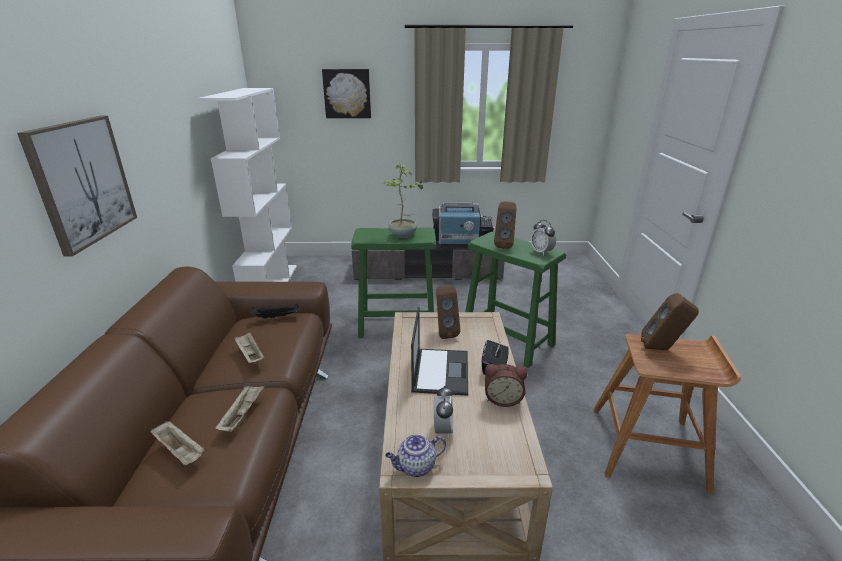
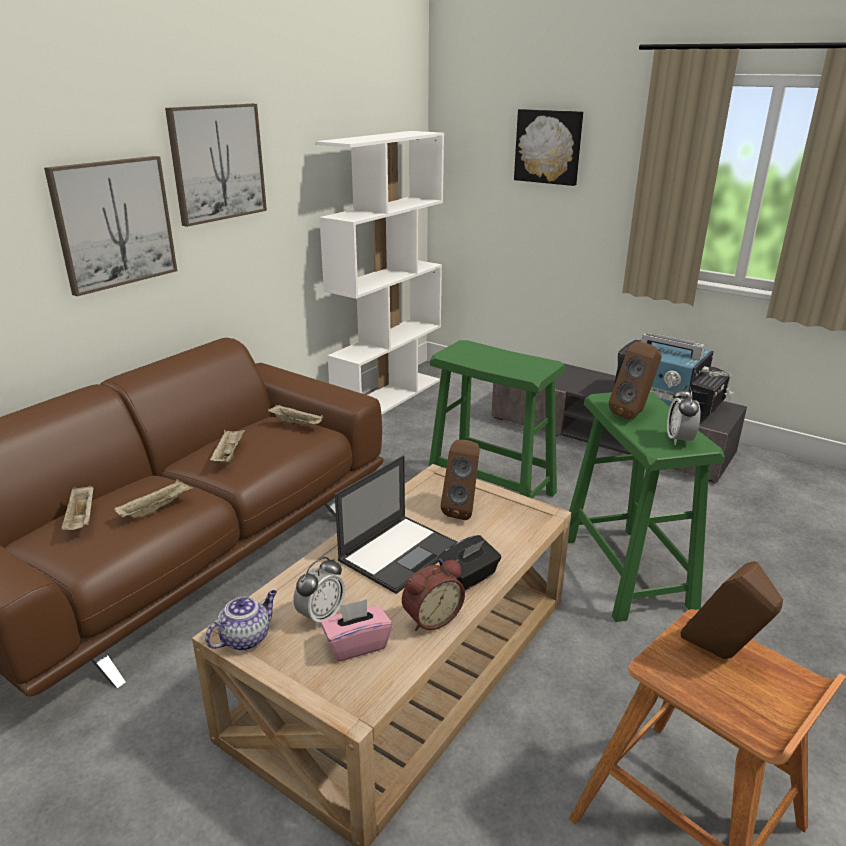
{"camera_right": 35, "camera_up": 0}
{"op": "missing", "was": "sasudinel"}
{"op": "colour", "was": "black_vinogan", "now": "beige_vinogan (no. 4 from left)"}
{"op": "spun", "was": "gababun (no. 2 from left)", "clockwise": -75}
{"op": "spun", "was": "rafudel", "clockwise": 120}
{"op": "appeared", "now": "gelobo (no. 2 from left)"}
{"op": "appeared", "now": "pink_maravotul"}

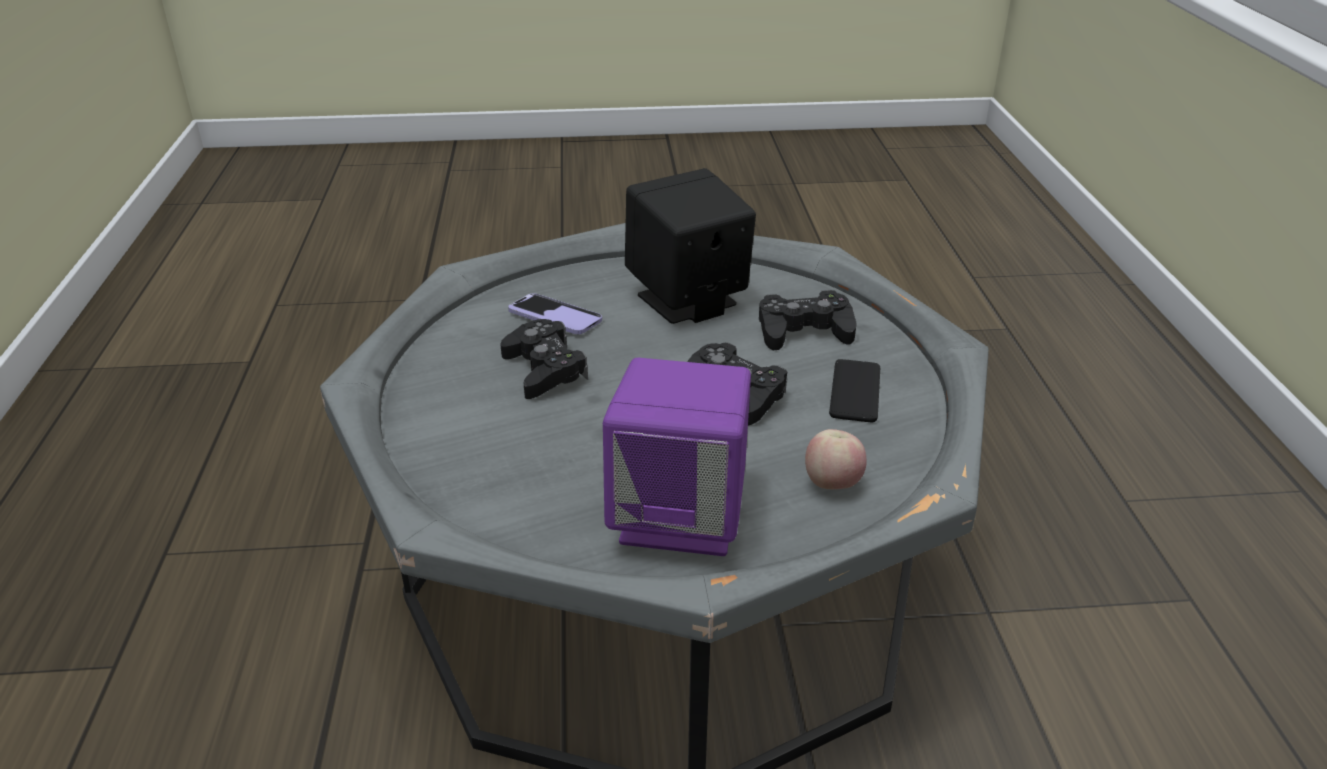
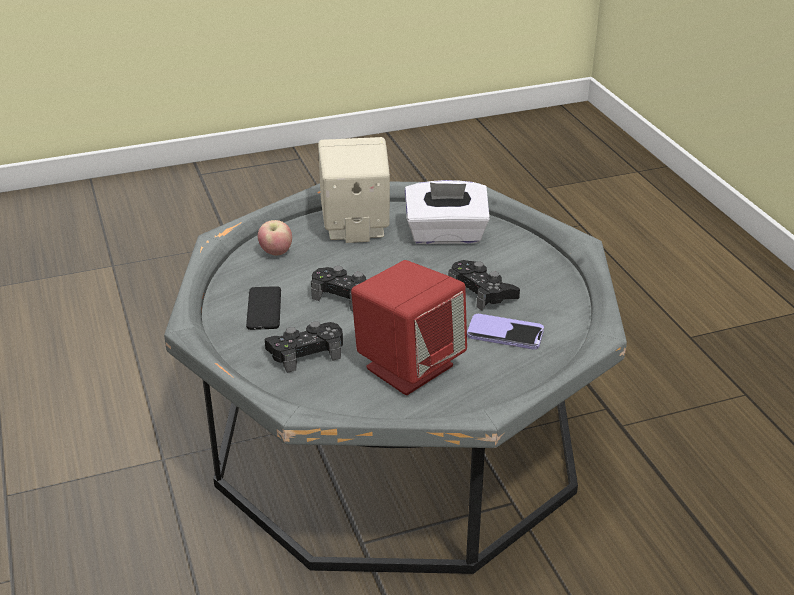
{"camera_right": 165, "camera_up": 0}
{"op": "colour", "was": "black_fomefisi", "now": "red_fomefisi"}
{"op": "colour", "was": "purple_fomefisi", "now": "beige_fomefisi"}
{"op": "appeared", "now": "white_maravotul"}

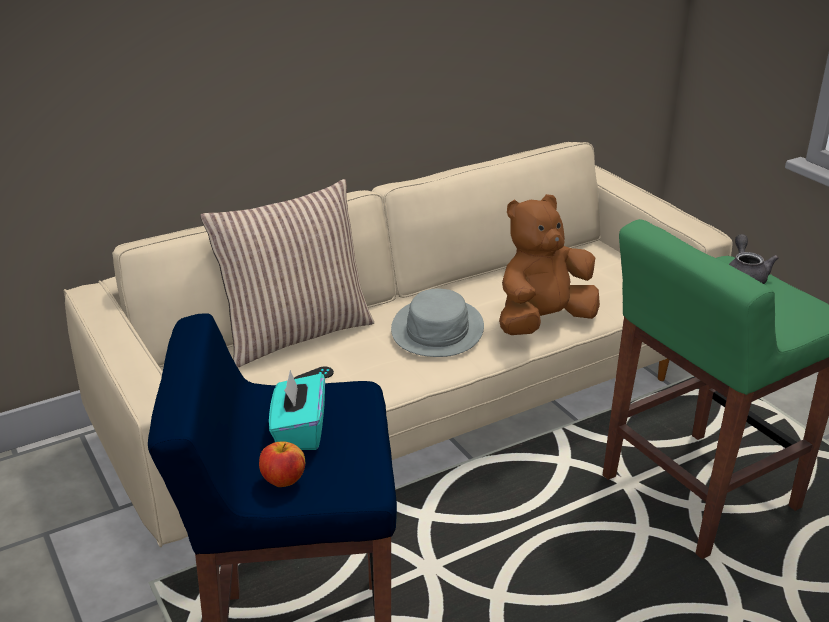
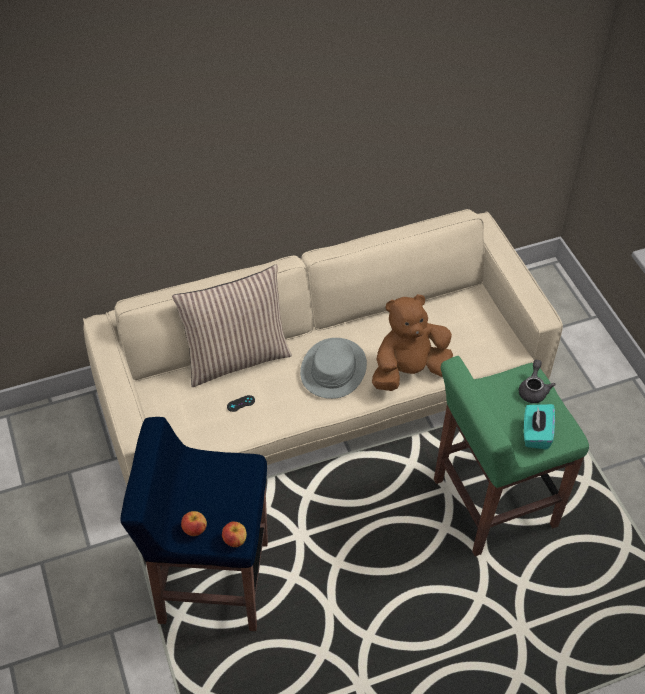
{"camera_right": 10, "camera_up": 20}
{"op": "relocated", "was": "turquoise_maravotul"}
{"op": "appeared", "now": "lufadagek (no. 2 from left)"}

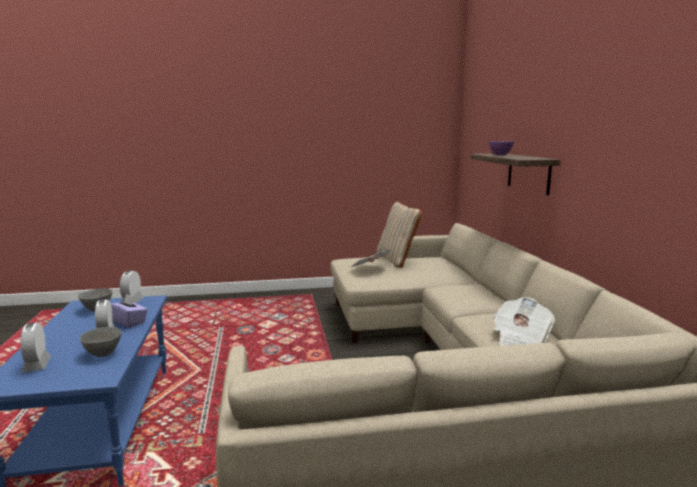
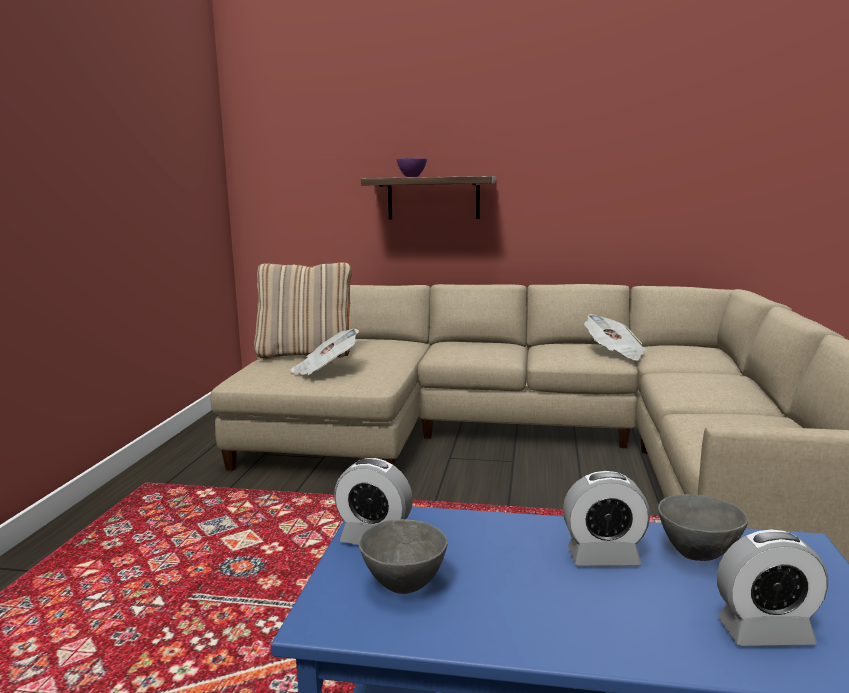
{"camera_right": -70, "camera_up": 0}
{"op": "missing", "was": "purple_maravotul"}

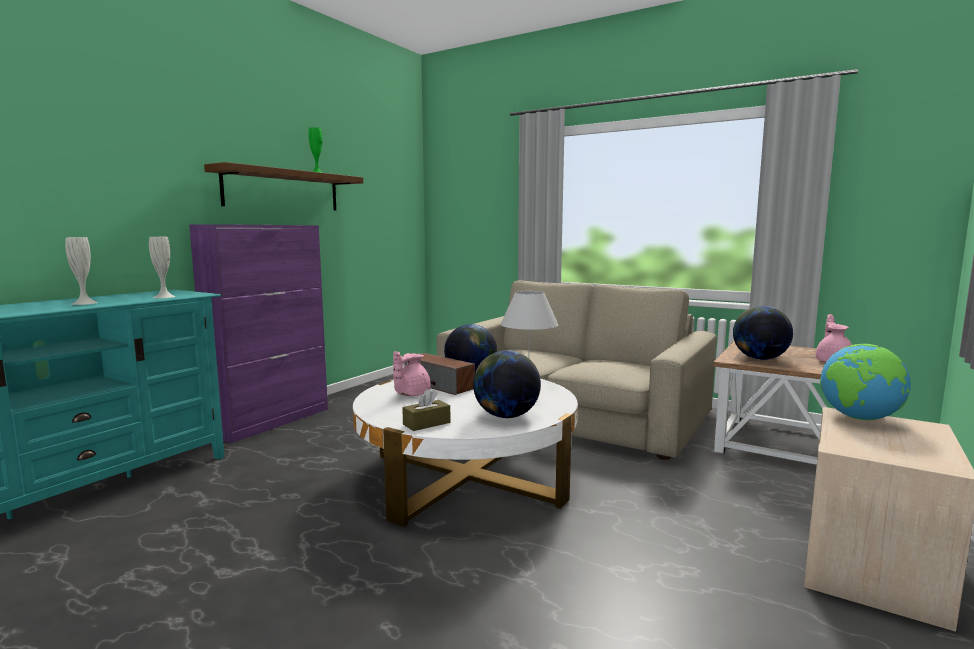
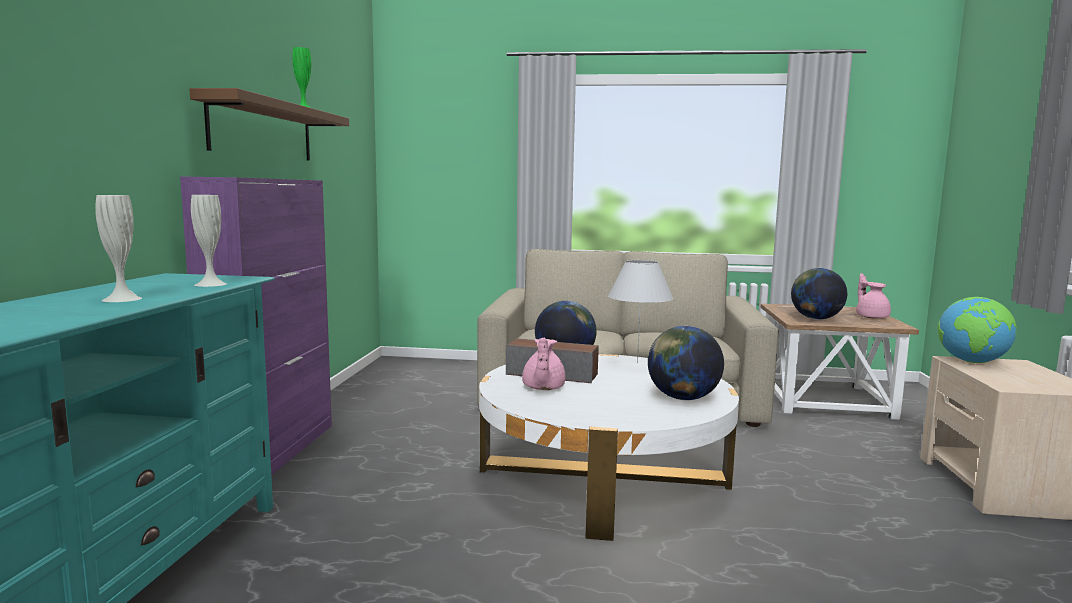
{"camera_right": -25, "camera_up": 0}
{"op": "missing", "was": "brown_maravotul"}

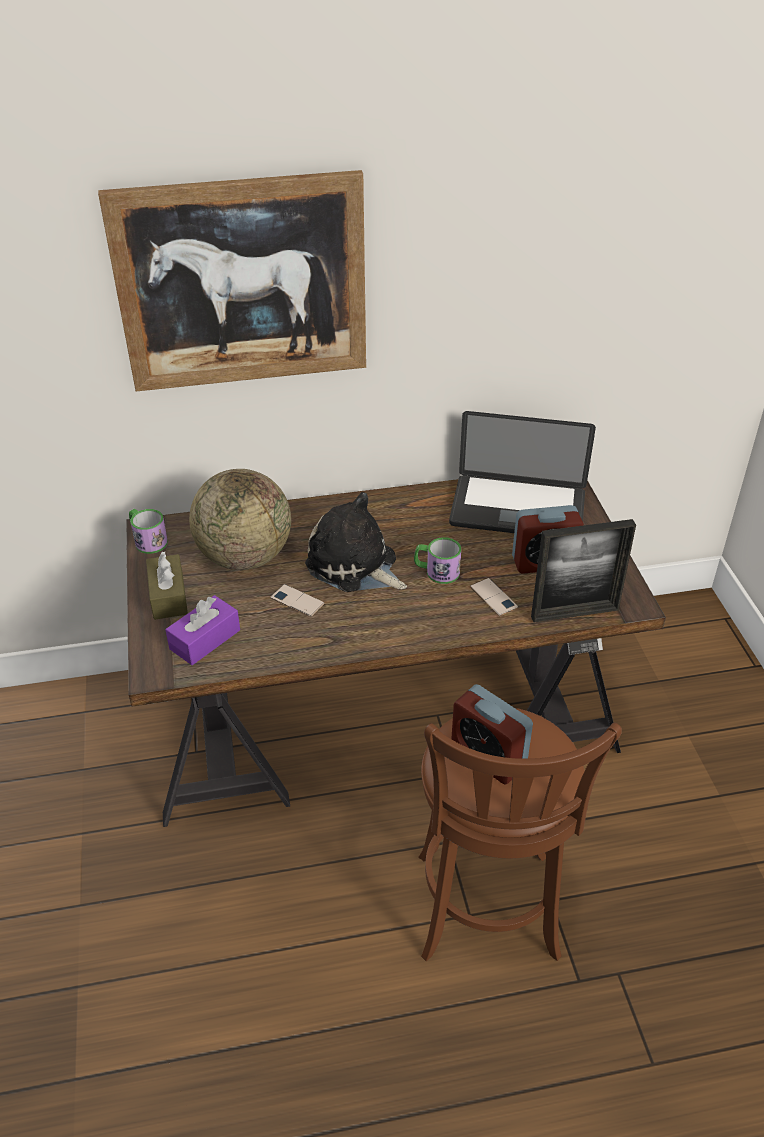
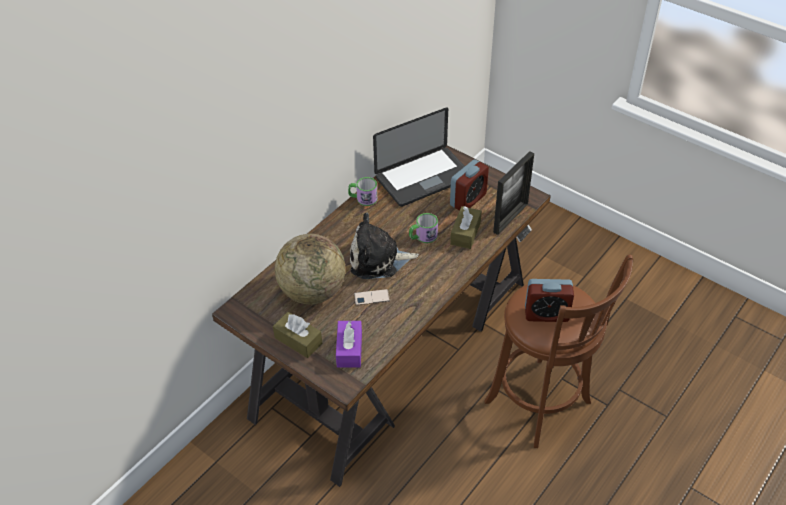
{"camera_right": -40, "camera_up": 5}
{"op": "missing", "was": "gelobo"}
{"op": "relocated", "was": "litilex (no. 1 from left)"}
{"op": "exchanged", "was": "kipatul (no. 2 from left)", "now": "brown_maravotul (no. 2 from left)"}

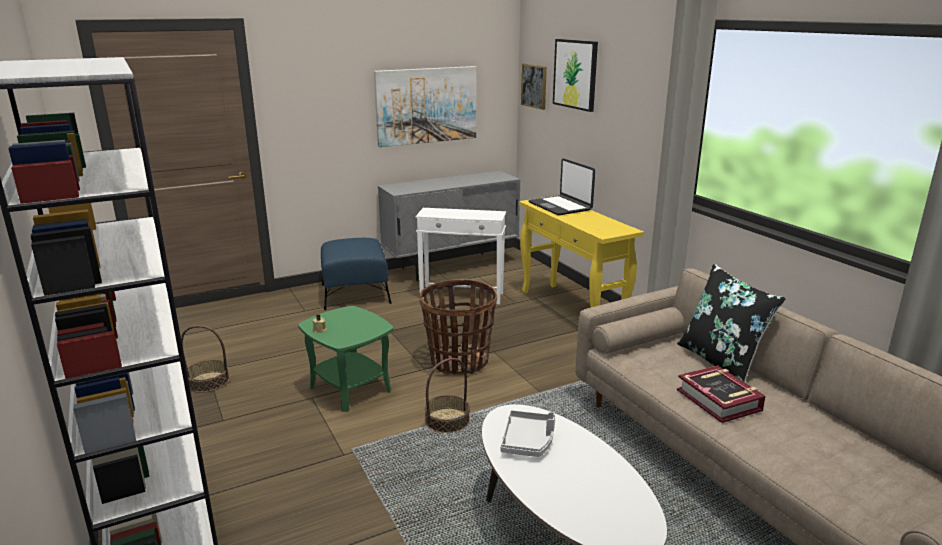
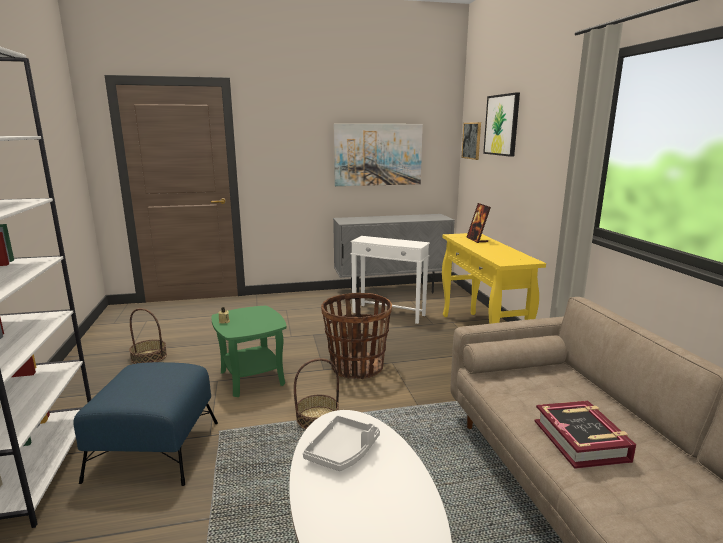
{"camera_right": 15, "camera_up": -5}
{"op": "exchanged", "was": "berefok", "now": "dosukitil"}
{"op": "relocated", "was": "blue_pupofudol"}
{"op": "missing", "was": "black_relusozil"}

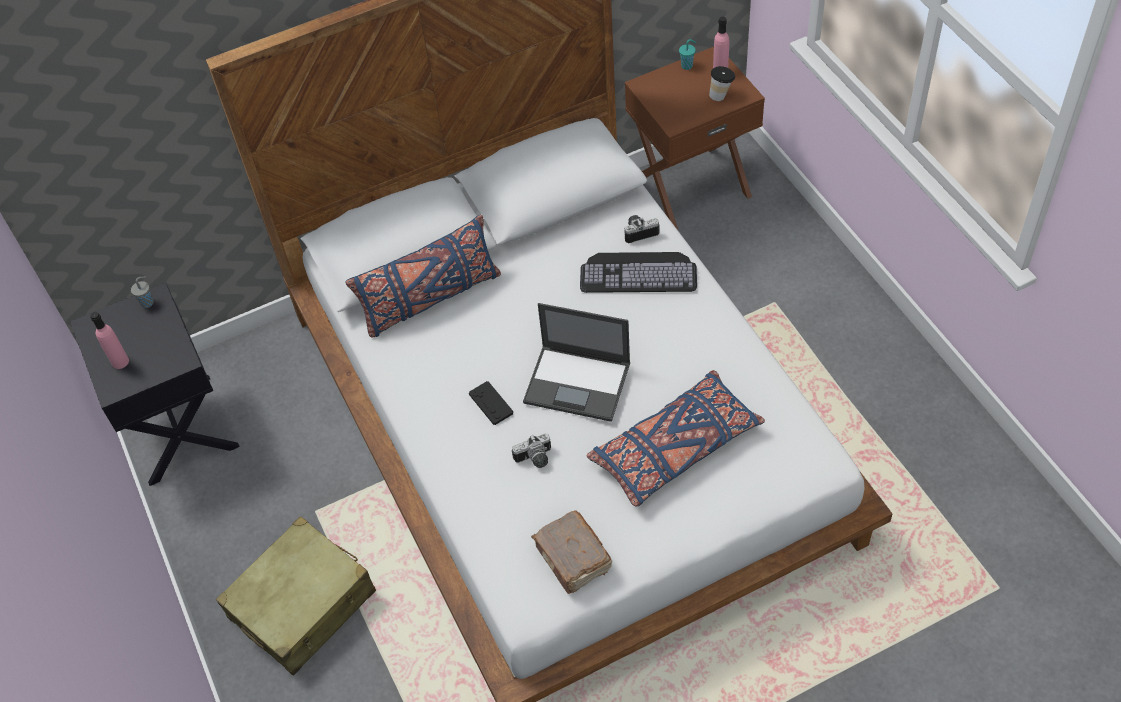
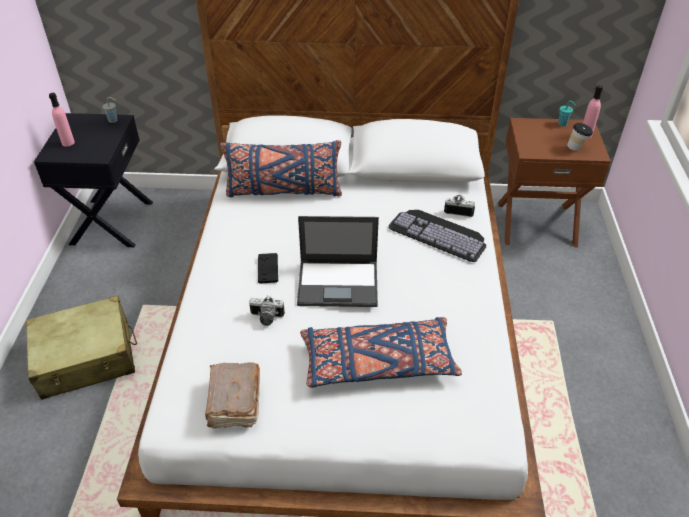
{"camera_right": 25, "camera_up": -10}
{"op": "spun", "was": "berefok", "clockwise": -45}

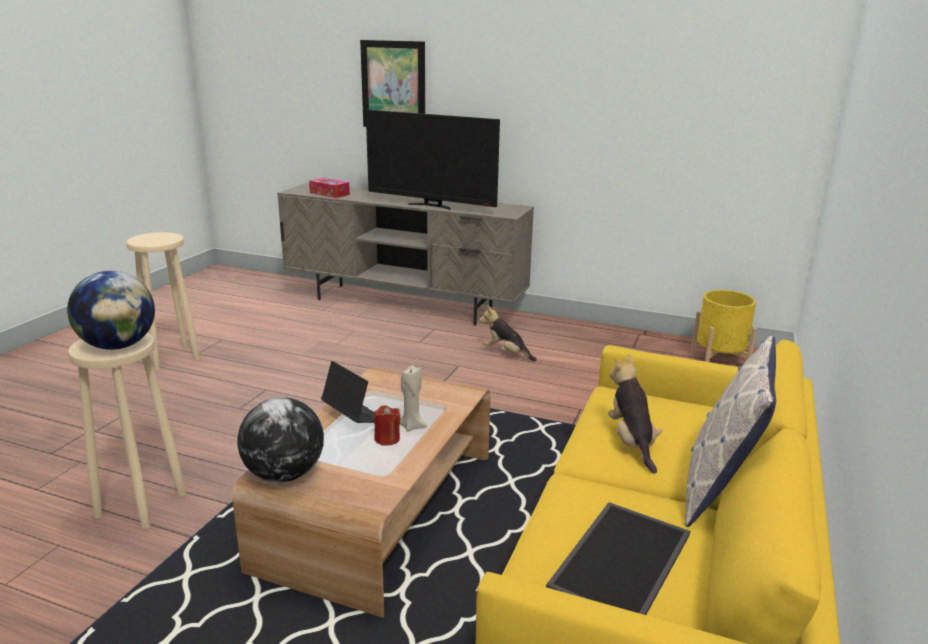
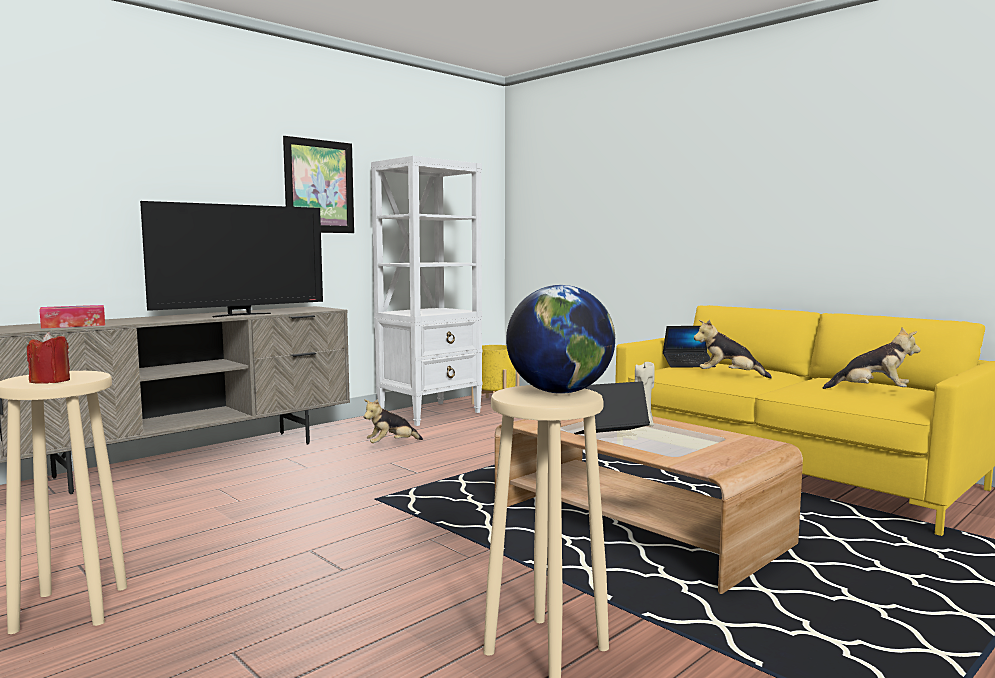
{"camera_right": -65, "camera_up": -15}
{"op": "relocated", "was": "gelobo"}
{"op": "missing", "was": "relusozil"}
{"op": "missing", "was": "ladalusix (no. 2 from left)"}
{"op": "relocated", "was": "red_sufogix"}
{"op": "exchanged", "was": "vinogan", "now": "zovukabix (no. 3 from left)"}
{"op": "appeared", "now": "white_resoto"}
{"op": "appeared", "now": "berefok (no. 2 from left)"}

